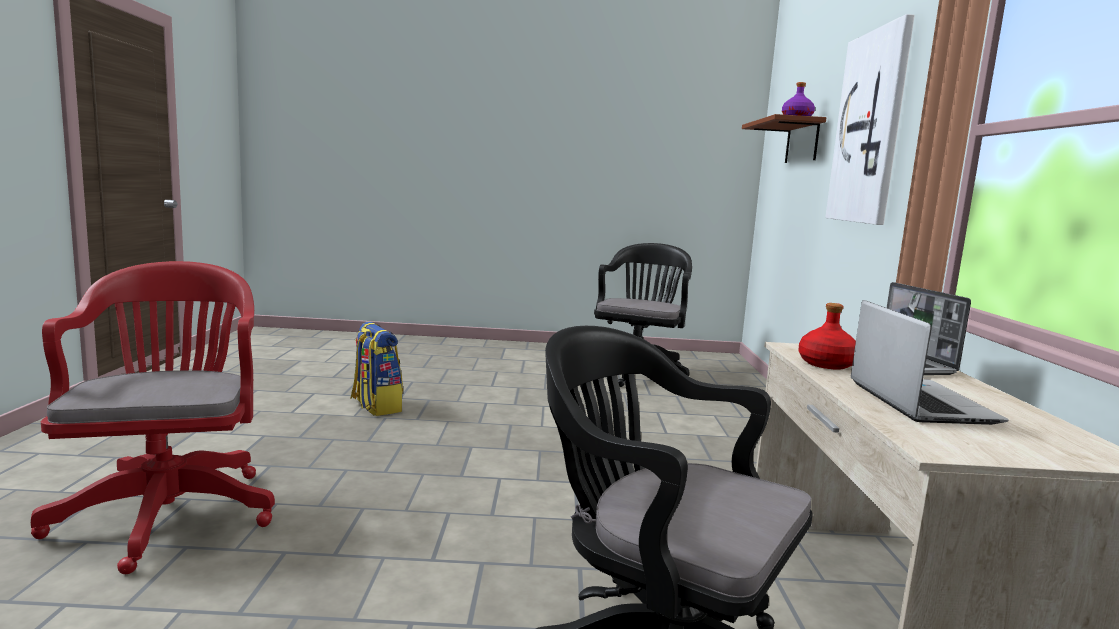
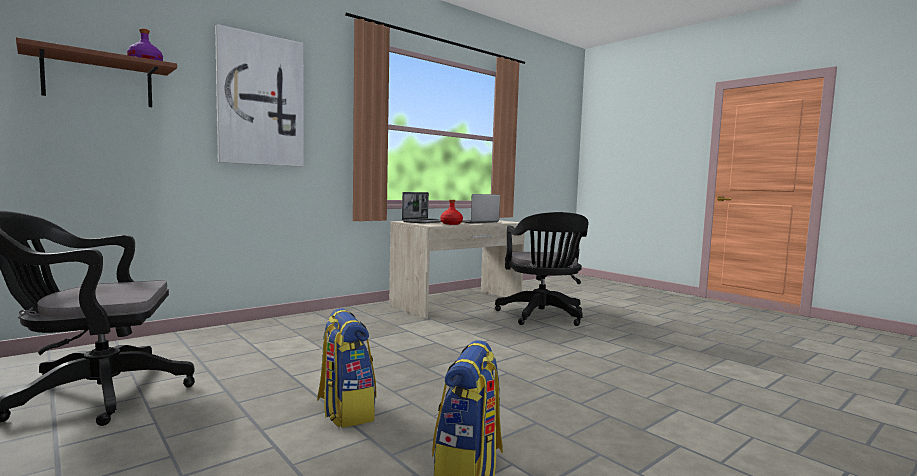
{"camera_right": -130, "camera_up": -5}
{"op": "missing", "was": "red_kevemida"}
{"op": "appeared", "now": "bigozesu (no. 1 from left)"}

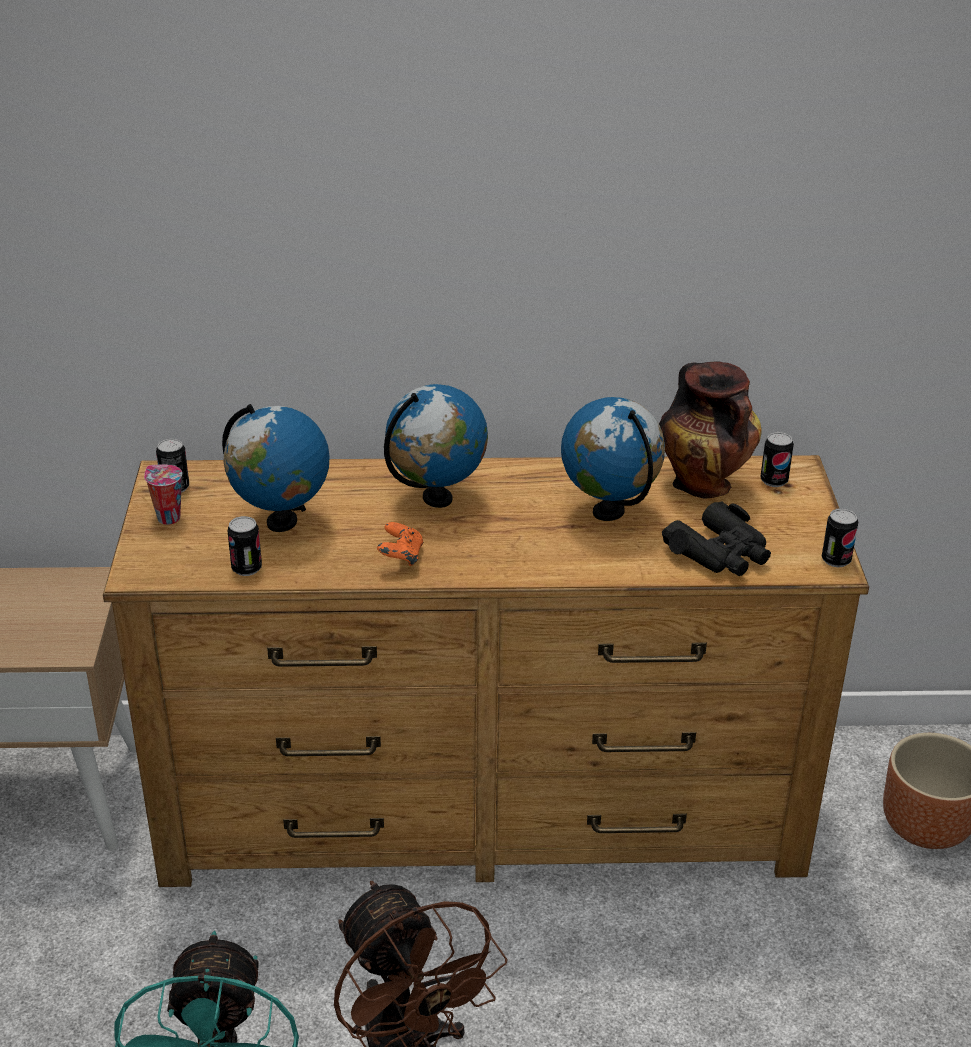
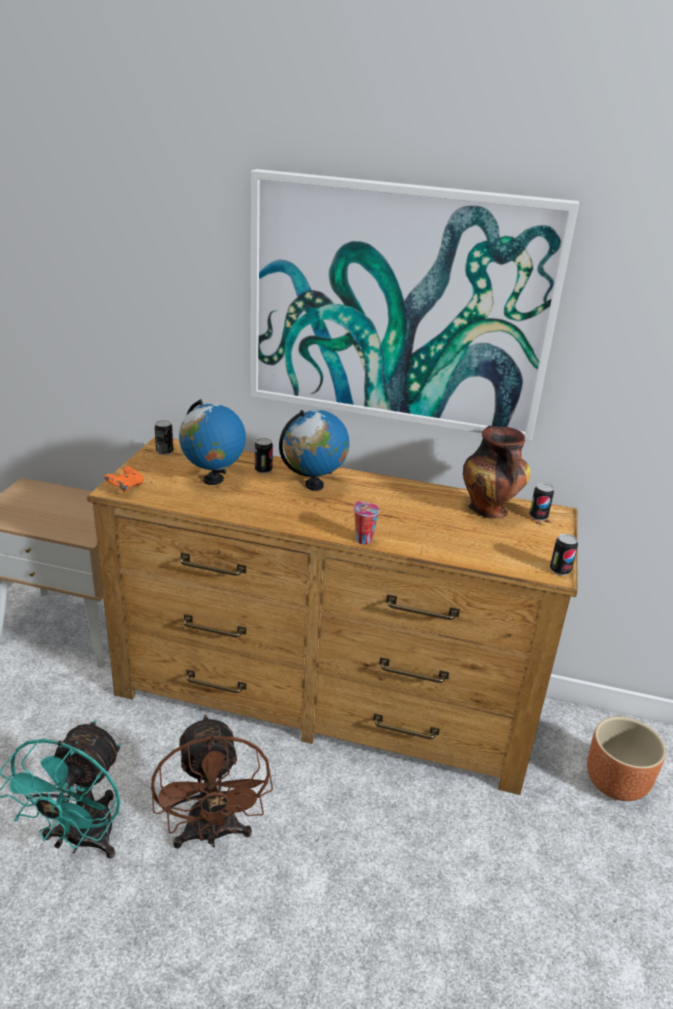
{"camera_right": 15, "camera_up": -5}
{"op": "missing", "was": "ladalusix (no. 3 from left)"}
{"op": "relocated", "was": "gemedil"}
{"op": "missing", "was": "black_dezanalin"}
{"op": "relocated", "was": "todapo (no. 2 from left)"}
{"op": "relocated", "was": "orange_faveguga"}
{"op": "appeared", "now": "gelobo"}

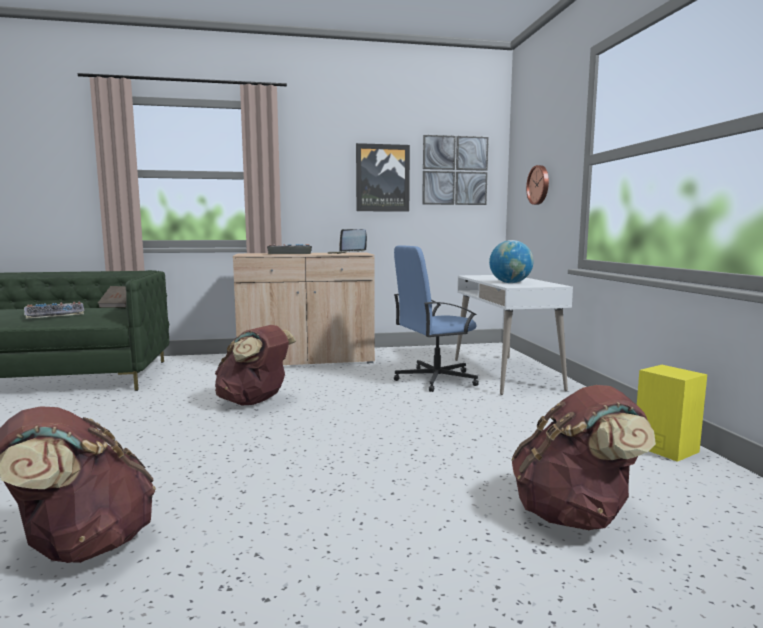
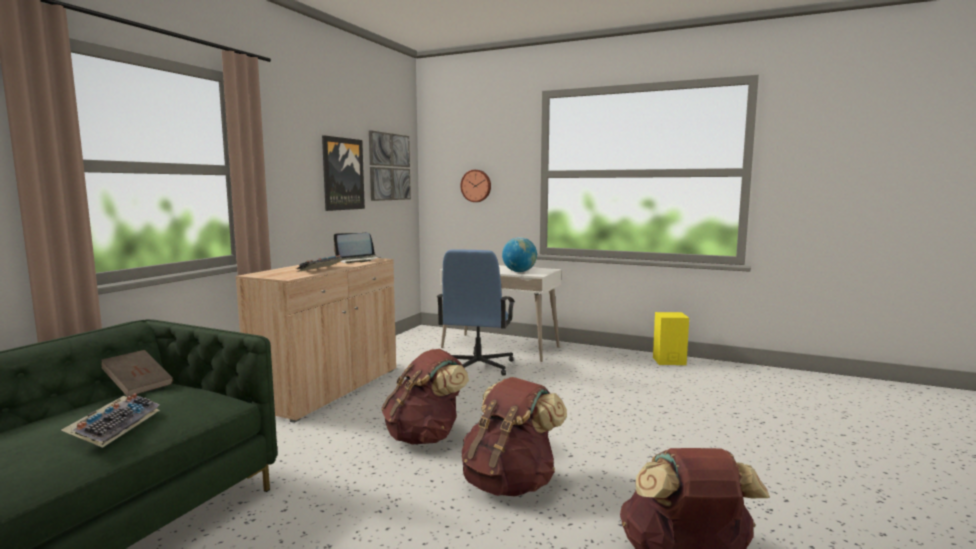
{"camera_right": -55, "camera_up": 0}
{"op": "relocated", "was": "brown_bigozesu (no. 3 from left in the first image)", "now": "brown_bigozesu (no. 2 from left)"}

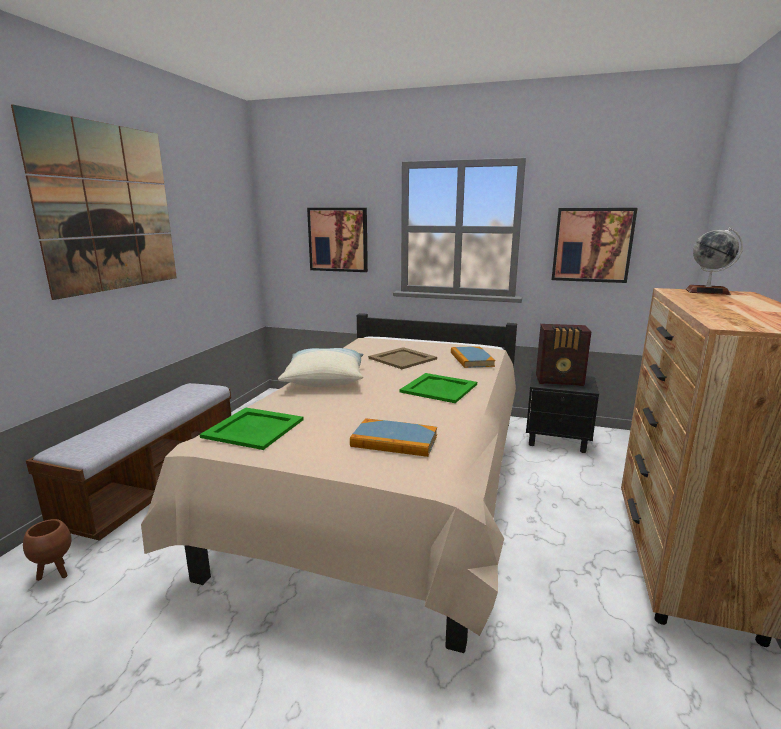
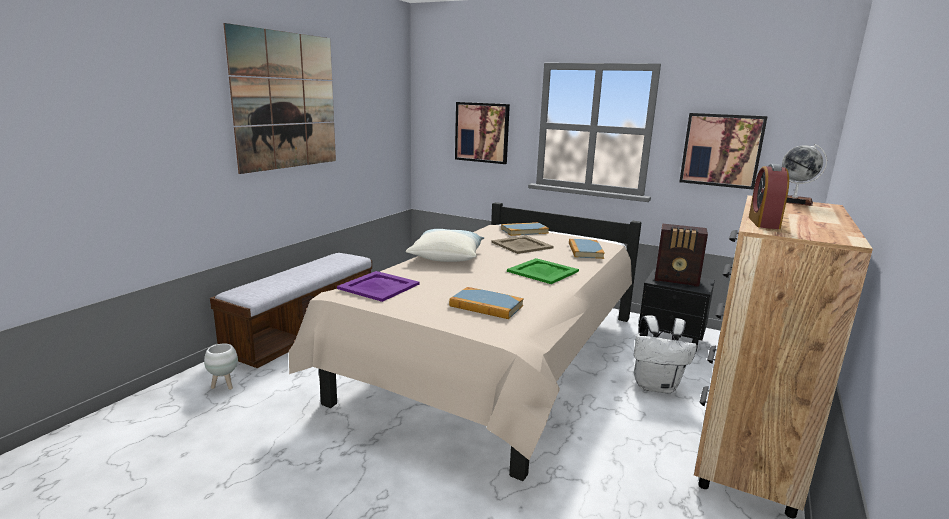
{"camera_right": 10, "camera_up": 0}
{"op": "colour", "was": "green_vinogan (no. 1 from left)", "now": "purple_vinogan"}
{"op": "colour", "was": "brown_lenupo", "now": "white_lenupo"}
{"op": "appeared", "now": "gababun"}
{"op": "appeared", "now": "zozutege (no. 2 from left)"}
{"op": "appeared", "now": "white_bigozesu"}

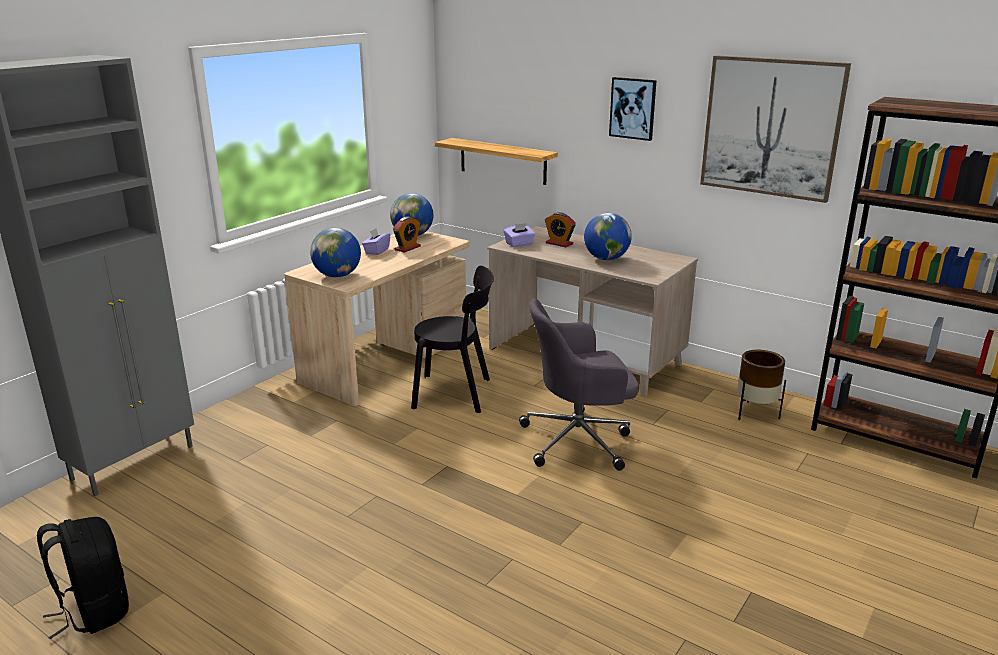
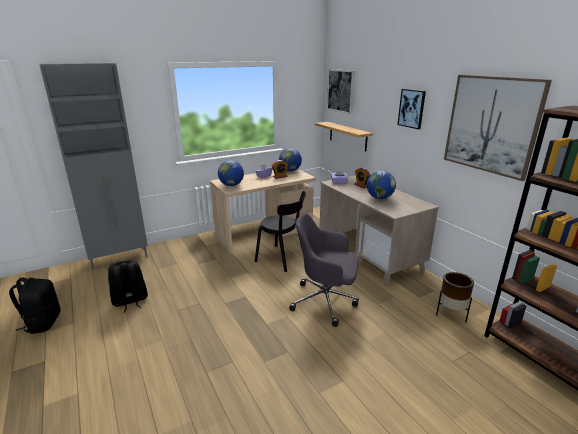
{"camera_right": 25, "camera_up": 0}
{"op": "appeared", "now": "gelobo (no. 1 from left)"}
{"op": "appeared", "now": "black_bigozesu (no. 2 from left)"}

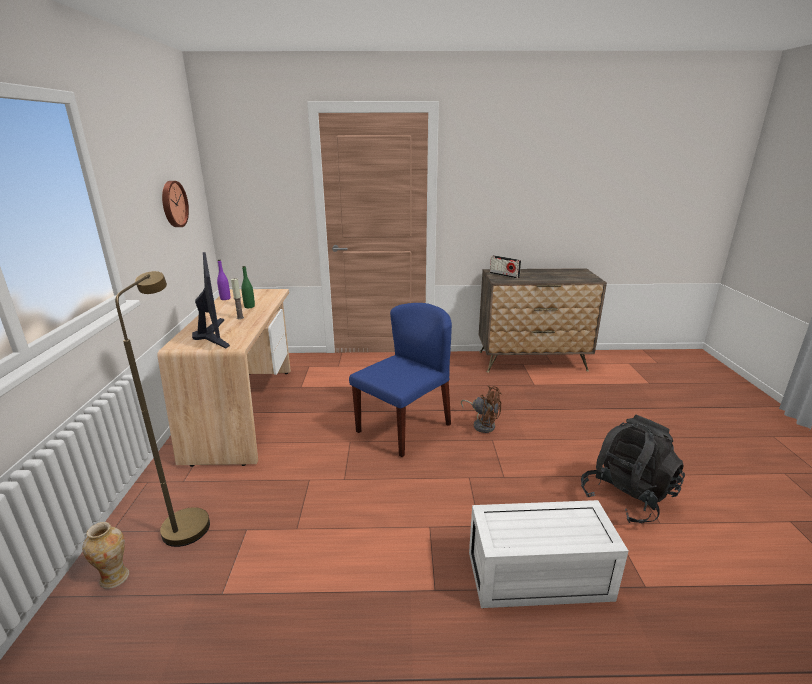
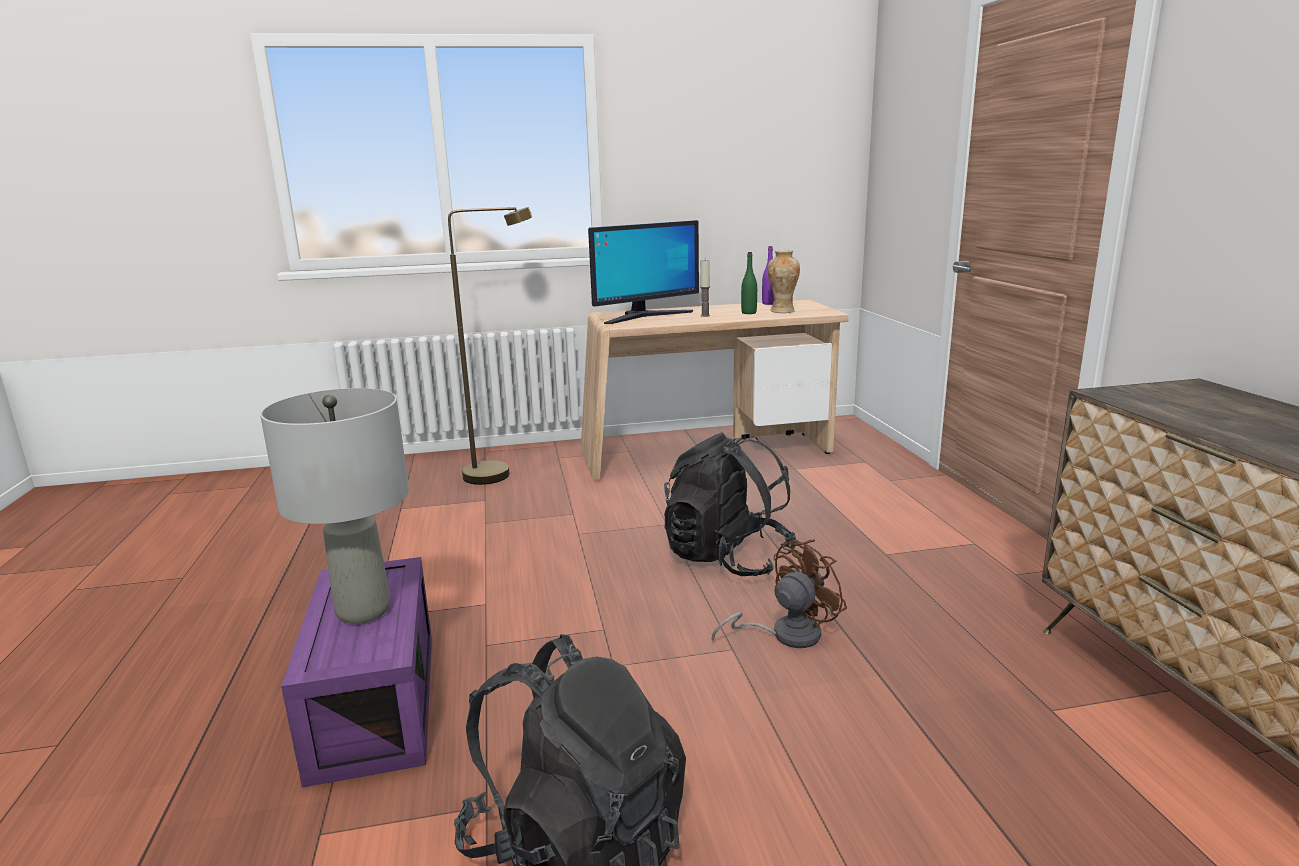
{"camera_right": 80, "camera_up": -5}
{"op": "missing", "was": "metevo"}
{"op": "missing", "was": "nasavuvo"}
{"op": "exchanged", "was": "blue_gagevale", "now": "black_bigozesu (no. 2 from left)"}
{"op": "spun", "was": "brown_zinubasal", "clockwise": -150}
{"op": "colour", "was": "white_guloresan", "now": "purple_guloresan"}
{"op": "relocated", "was": "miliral"}
{"op": "appeared", "now": "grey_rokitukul"}

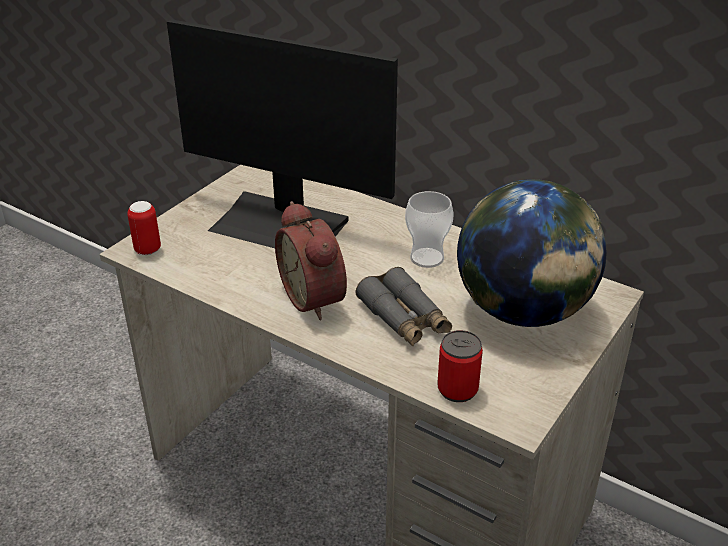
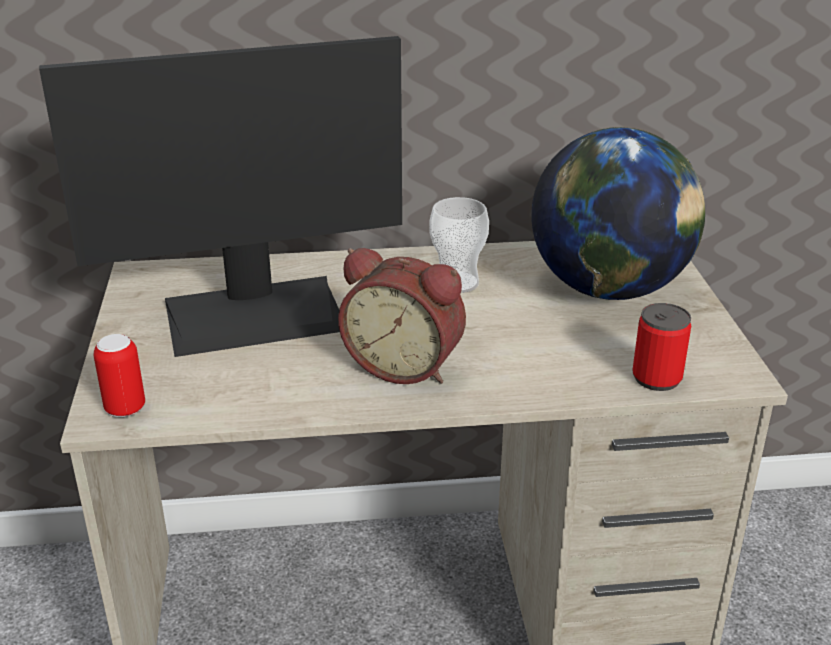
{"camera_right": -40, "camera_up": -5}
{"op": "missing", "was": "grey_dezanalin"}

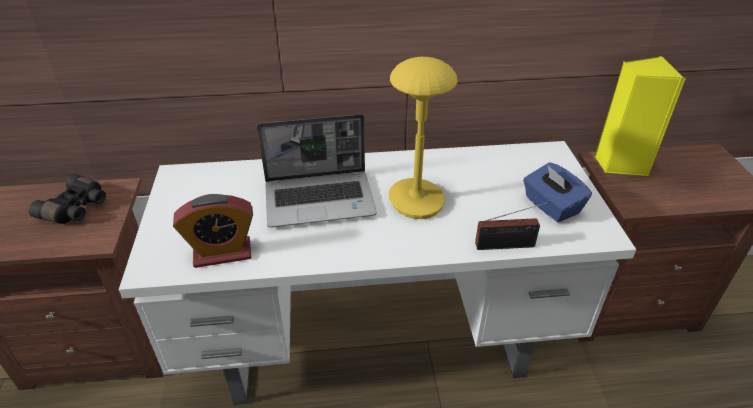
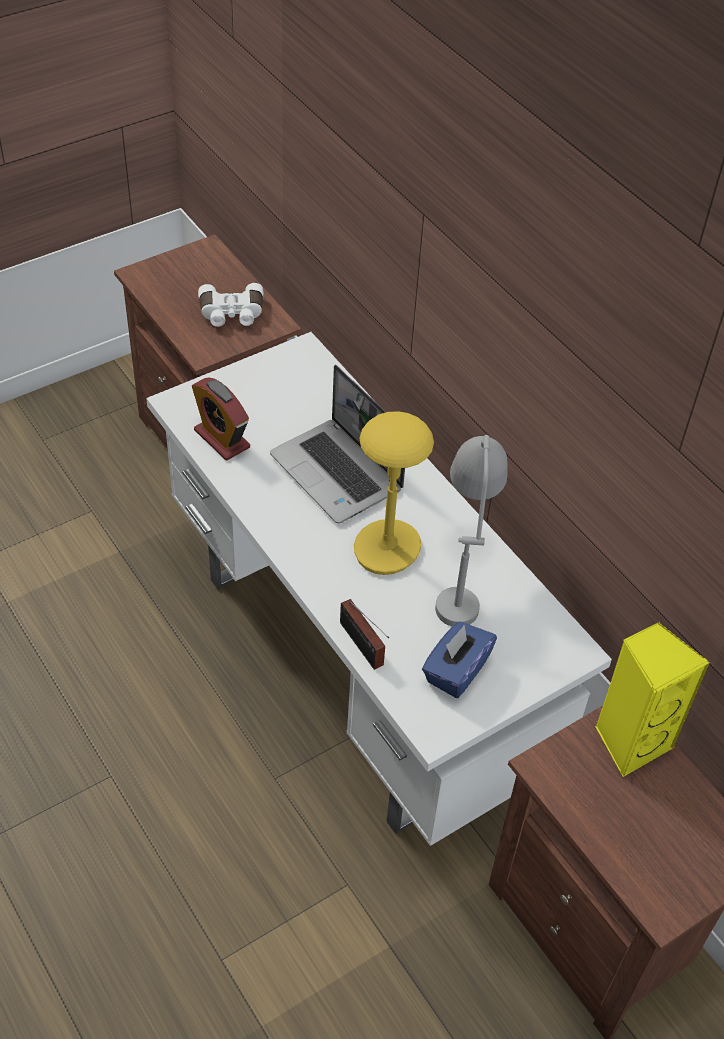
{"camera_right": 60, "camera_up": 10}
{"op": "colour", "was": "black_dezanalin", "now": "white_dezanalin"}
{"op": "appeared", "now": "grey_rokitukul"}

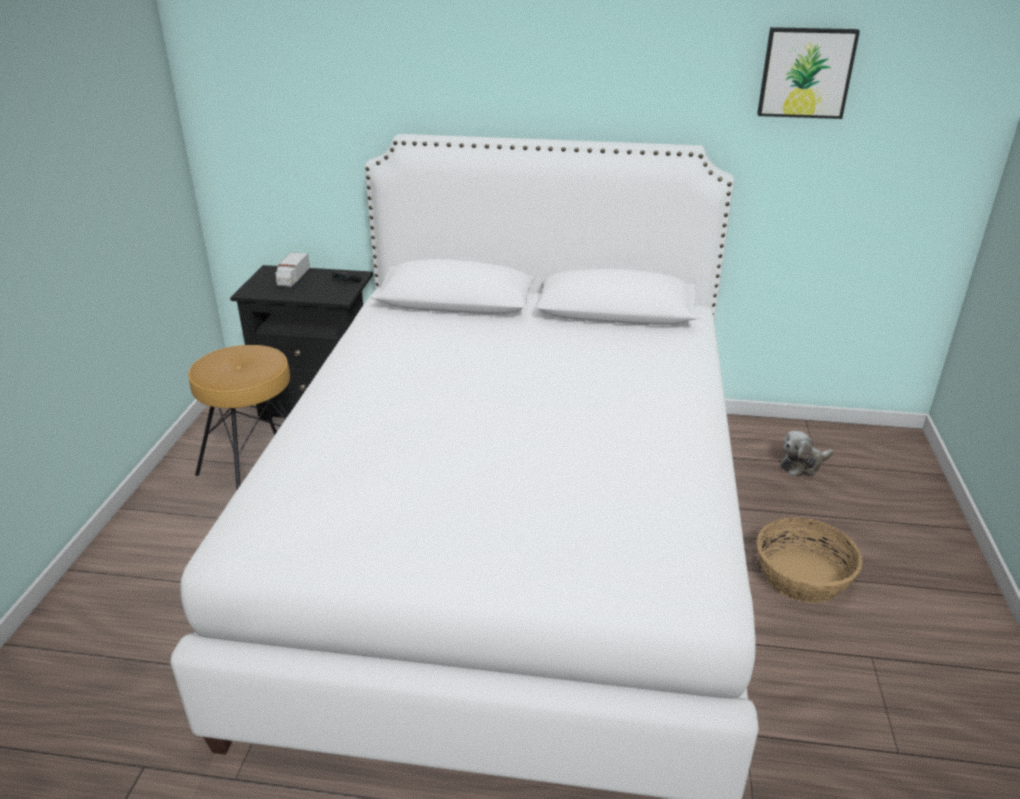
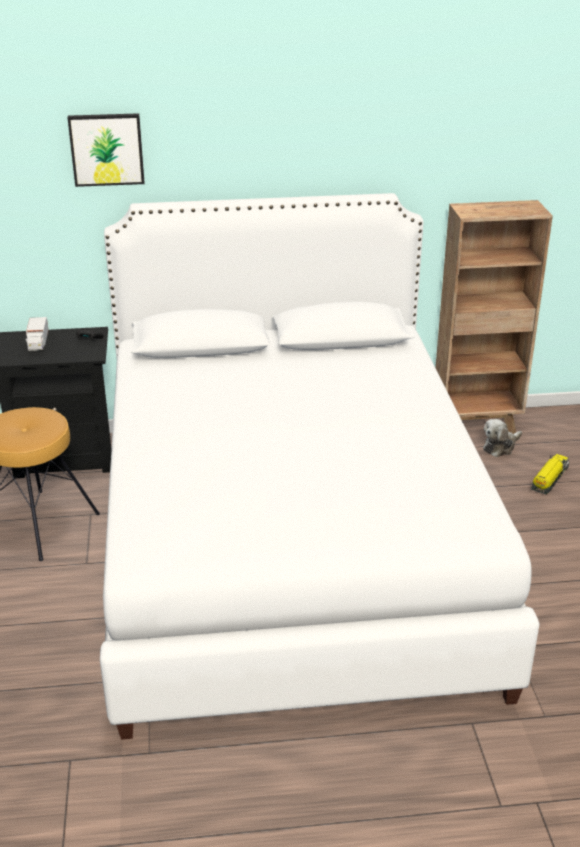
{"camera_right": -15, "camera_up": 0}
{"op": "relocated", "was": "gelobo"}
{"op": "missing", "was": "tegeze"}
{"op": "appeared", "now": "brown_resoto"}
{"op": "appeared", "now": "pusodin (no. 2 from left)"}

